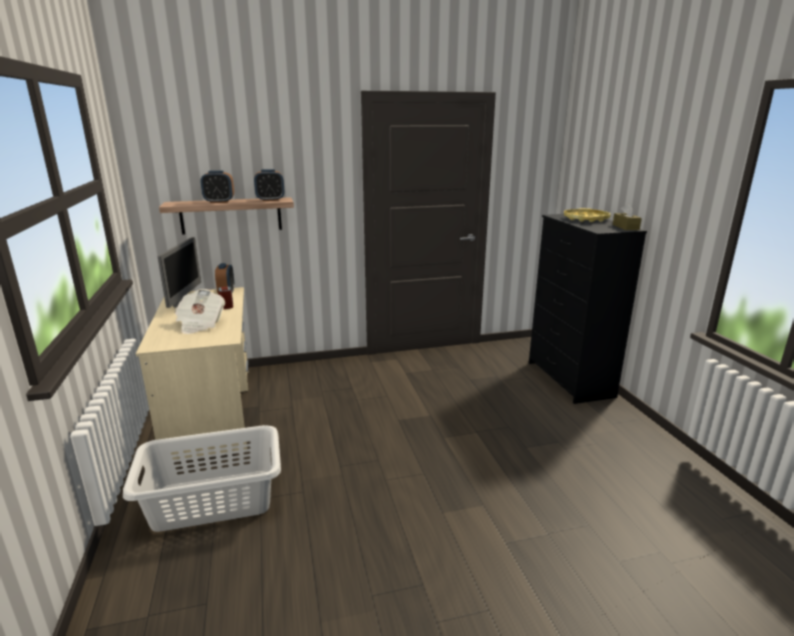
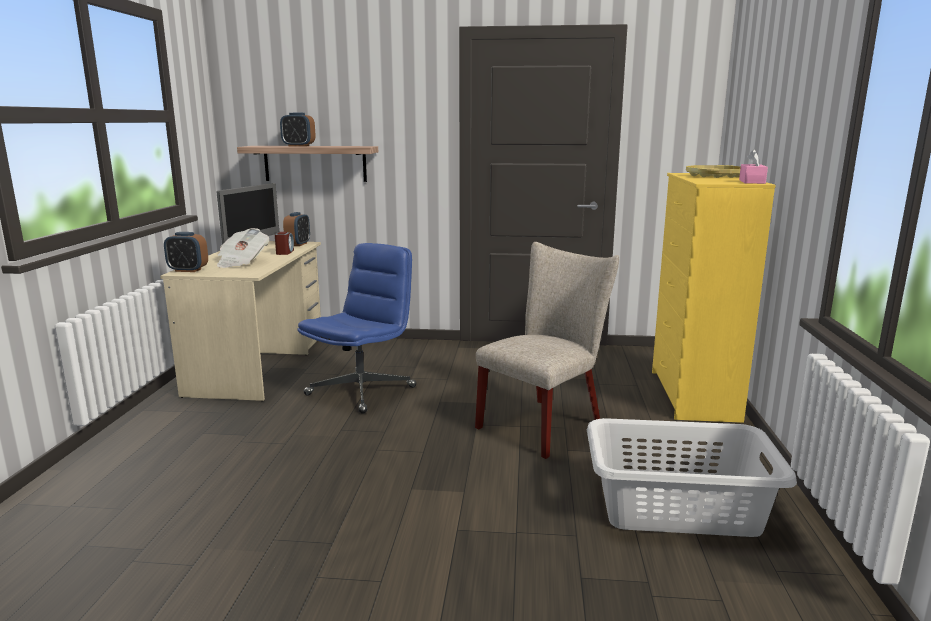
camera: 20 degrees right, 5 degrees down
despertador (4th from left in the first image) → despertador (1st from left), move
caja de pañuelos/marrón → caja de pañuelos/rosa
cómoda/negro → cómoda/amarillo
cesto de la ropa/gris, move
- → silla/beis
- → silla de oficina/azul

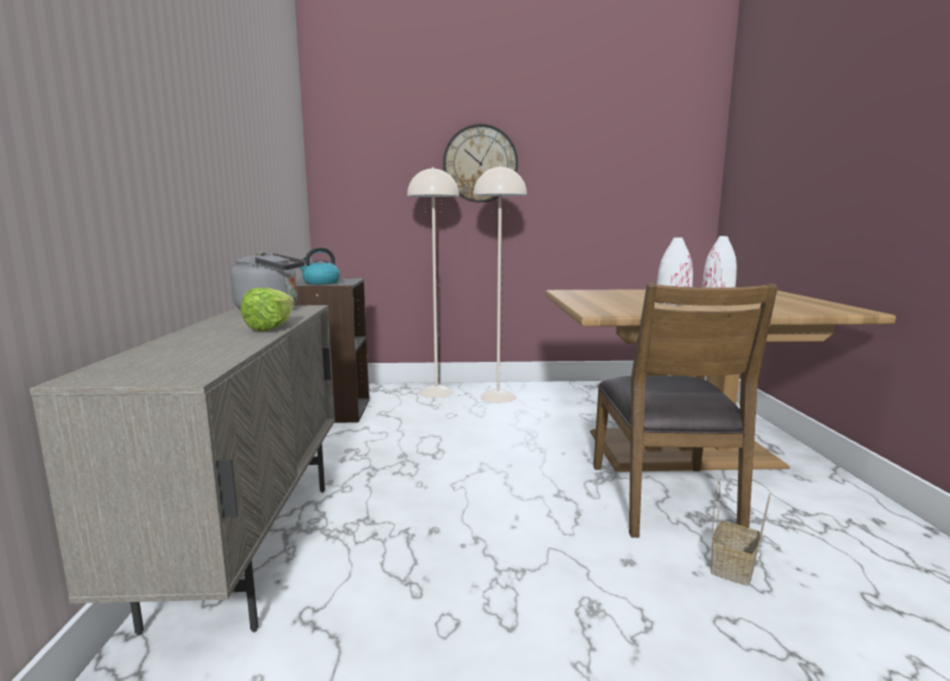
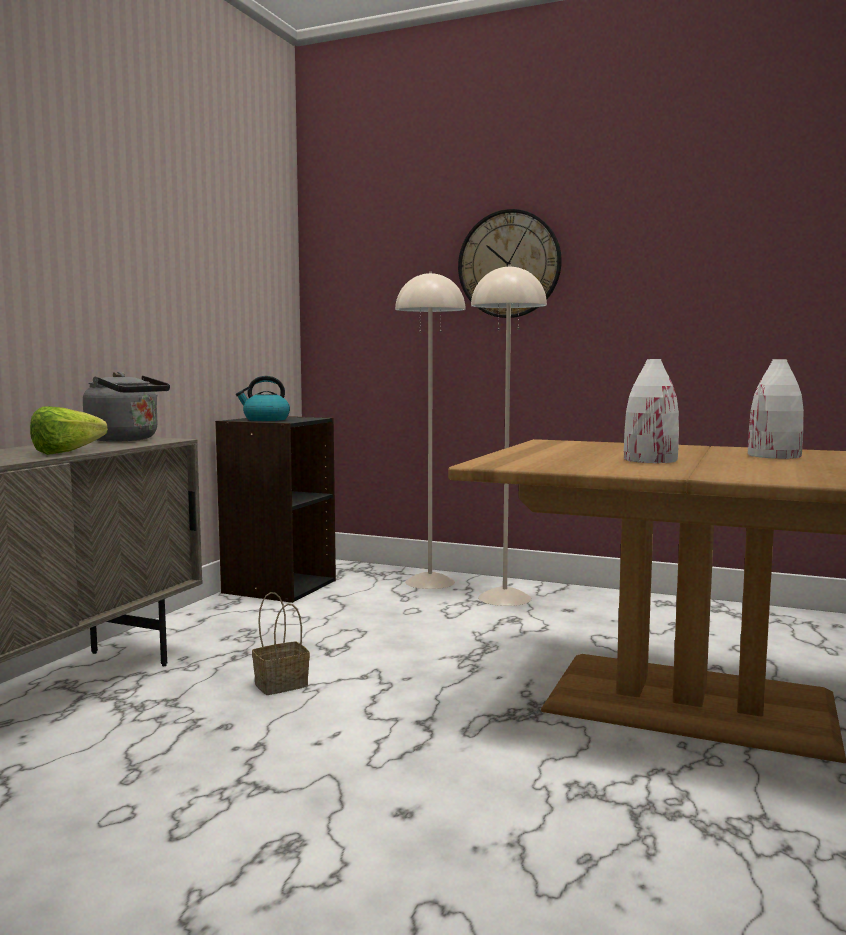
camera: 25 degrees right, 5 degrees down
silla/marrón → -
cesta, move

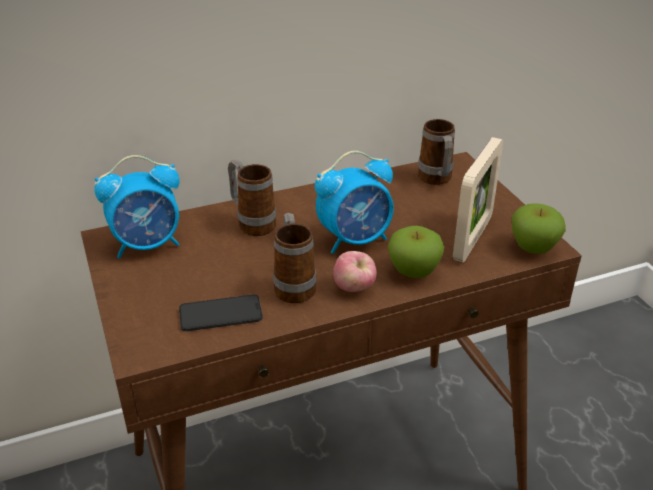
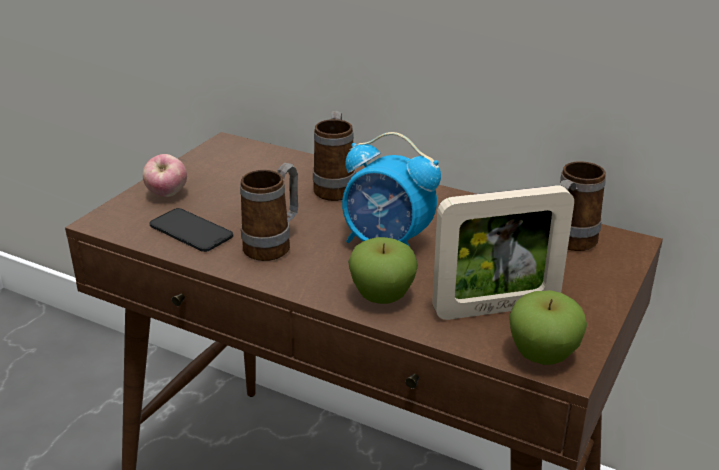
camera: 50 degrees right, 5 degrees down
despertador (1st from left) → -
manzana (1st from left), move

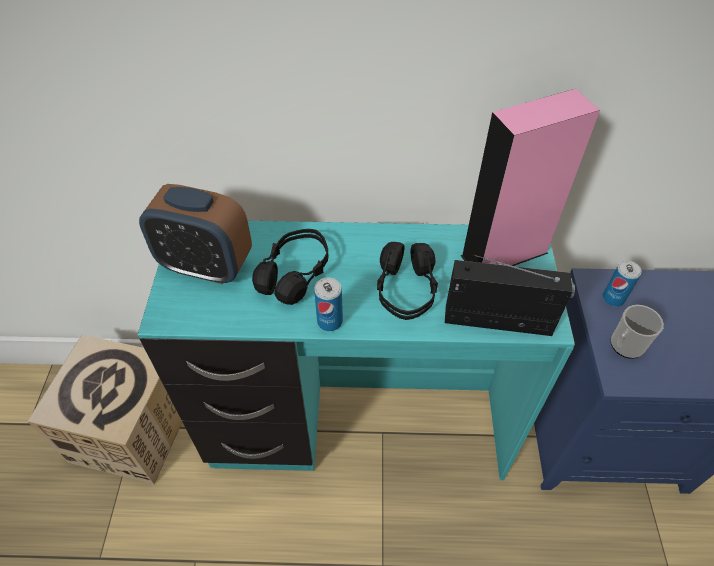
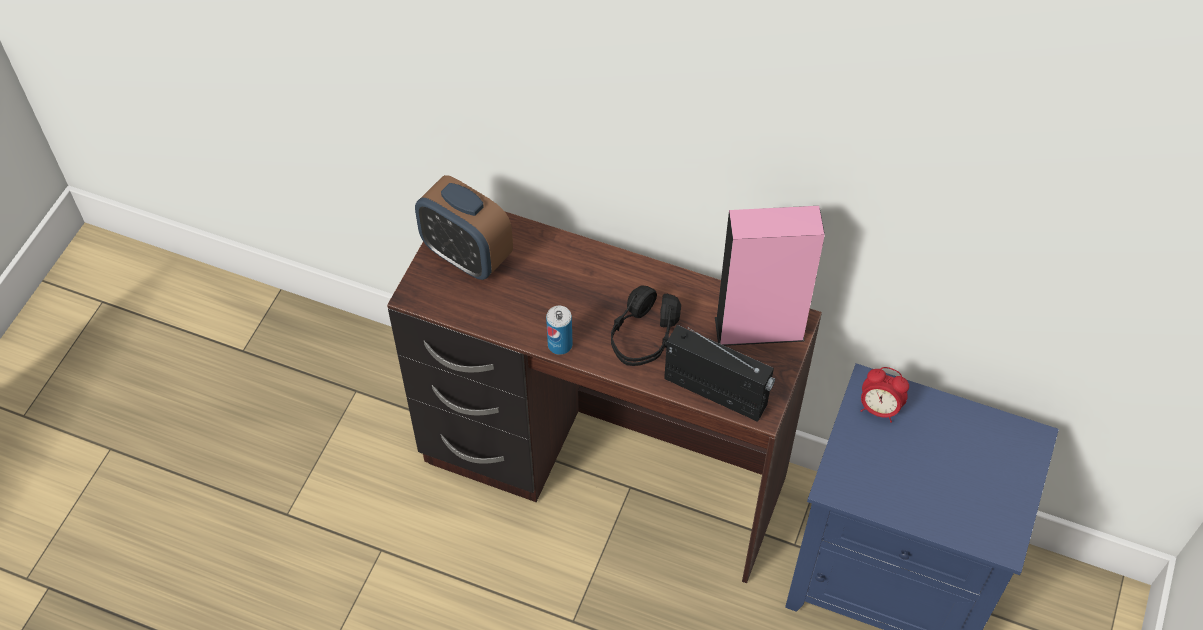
camera: 20 degrees right, 5 degrees up
escritorio/turquesa → escritorio/marrón
auriculares/negro (1st from left) → -
lata (2nd from left) → despertador (2nd from left)
taza grande → -
caja de cartón → -

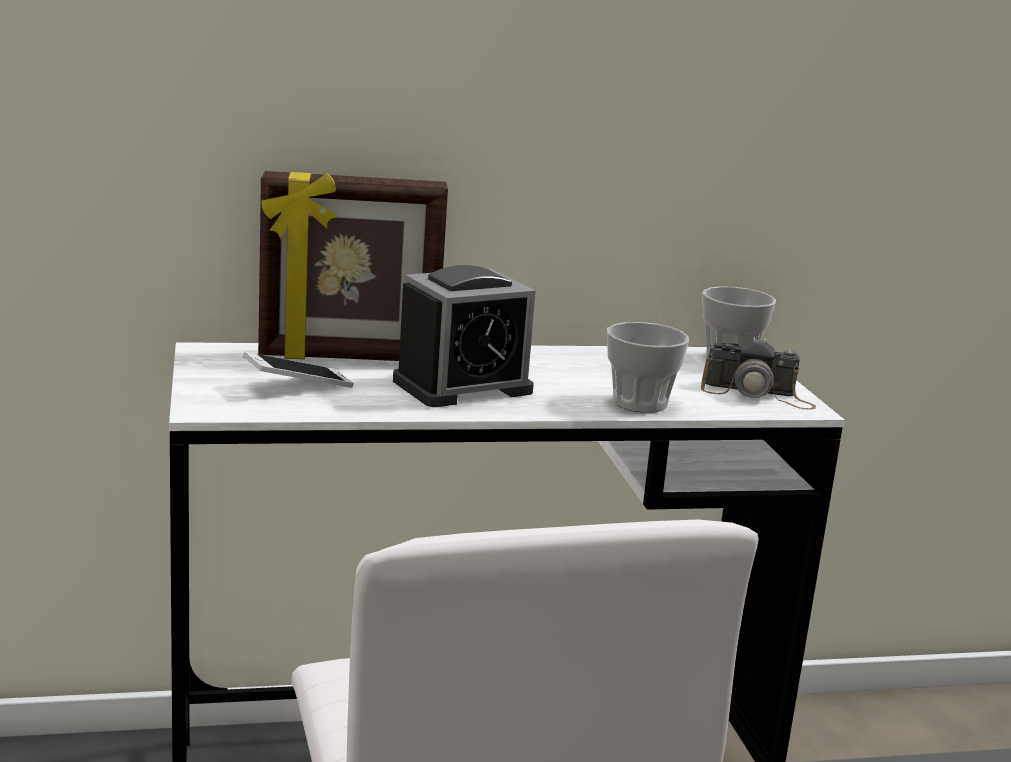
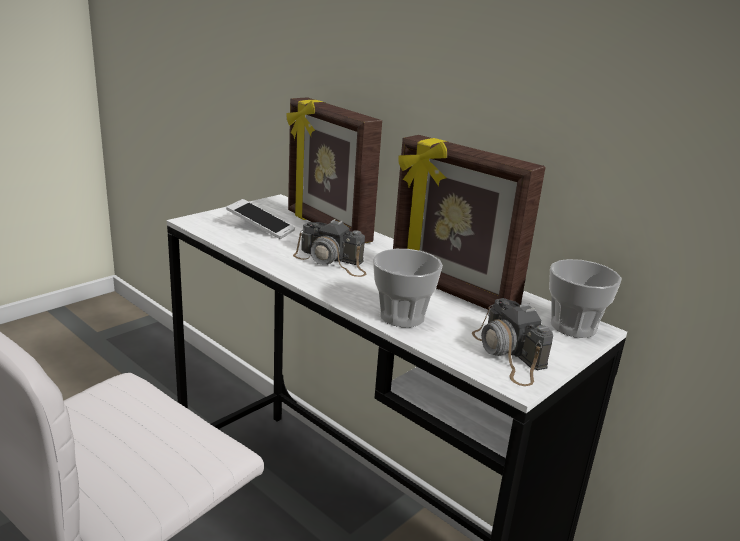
camera: 55 degrees right, 5 degrees up
despertador → cámara (1st from left)
- → portarretratos (2nd from left)

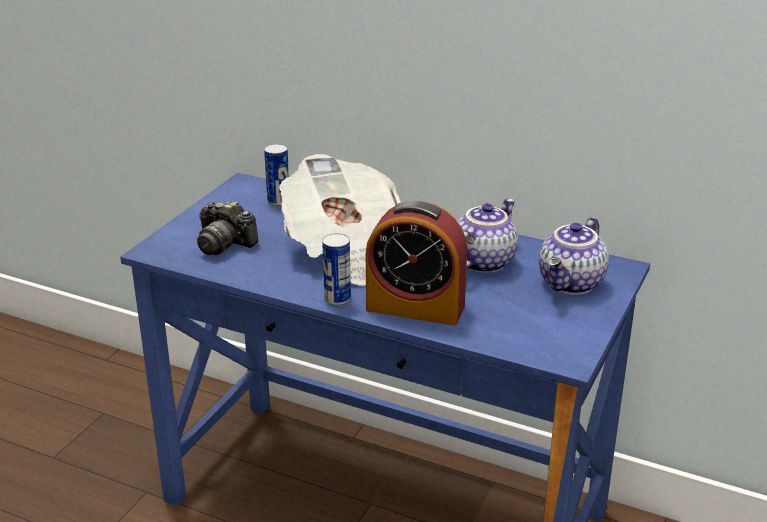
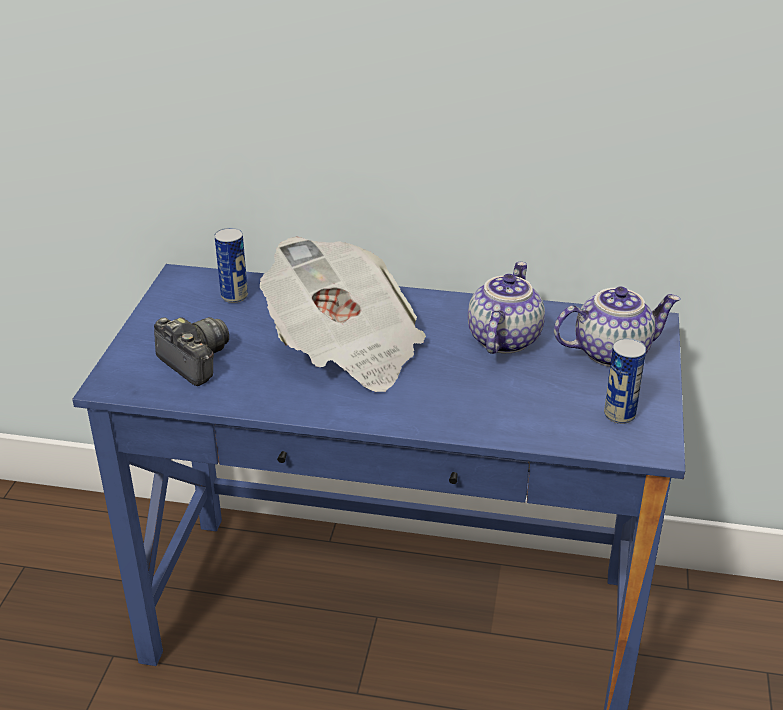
camera: 15 degrees left, 5 degrees up
cámara, 150 degrees counterclockwise
despertador → -
tetera (2nd from left), 120 degrees counterclockwise
lata (2nd from left), move

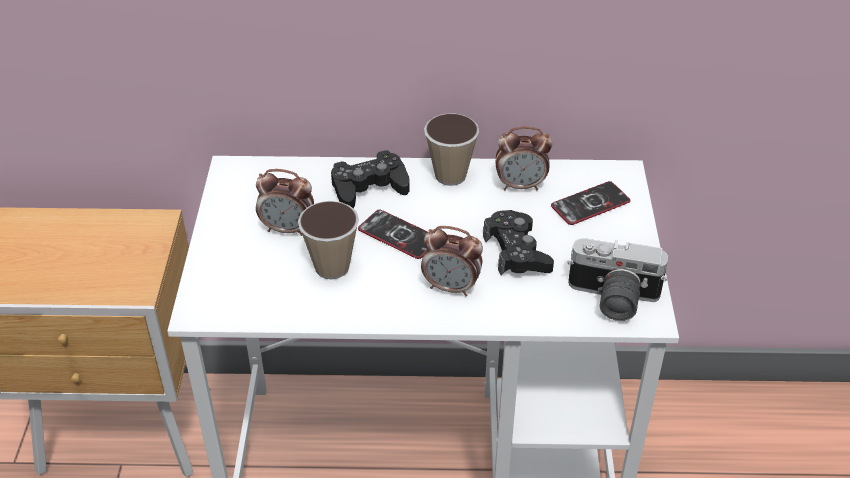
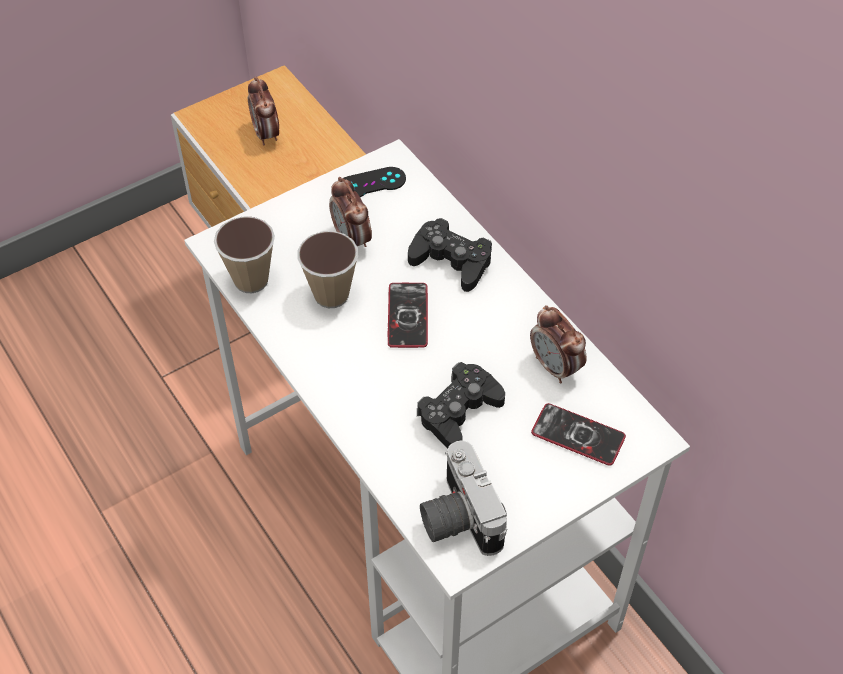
camera: 55 degrees right, 10 degrees up
taza (2nd from left in the first image) → taza (1st from left), move
despertador (2nd from left in the first image) → despertador (1st from left), move
- → mando de consola/negro (1st from left)

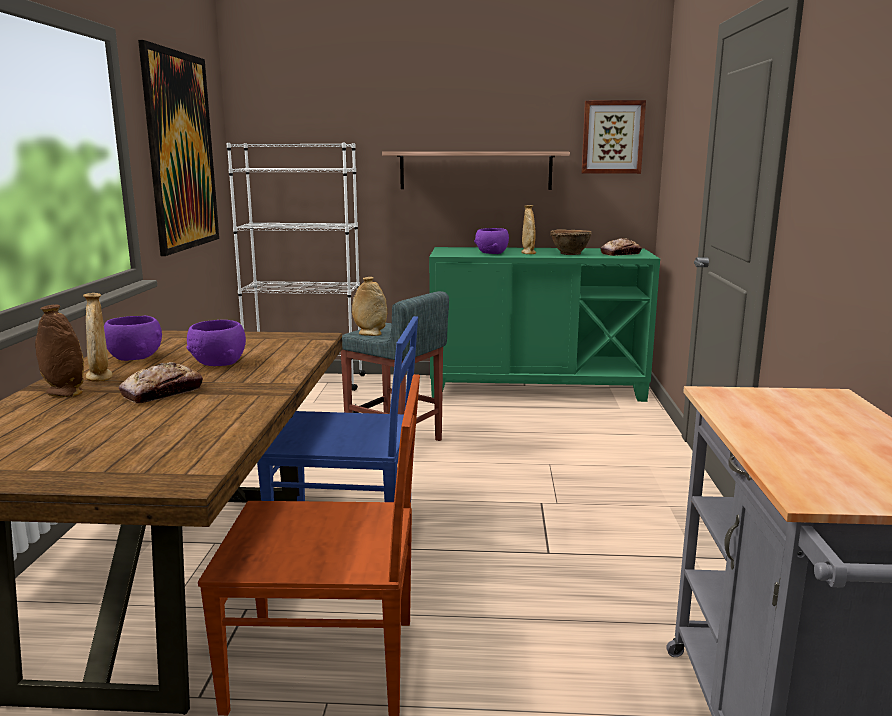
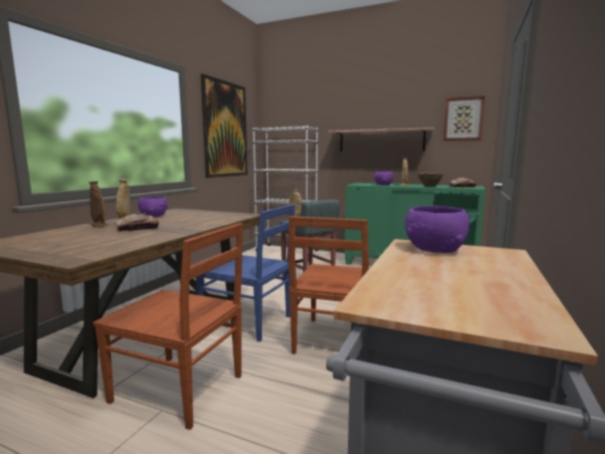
camera: 20 degrees right, 5 degrees down
cuenco/morado (2nd from left in the first image) → cuenco/morado (3rd from left), move
- → silla/marrón (2nd from left)

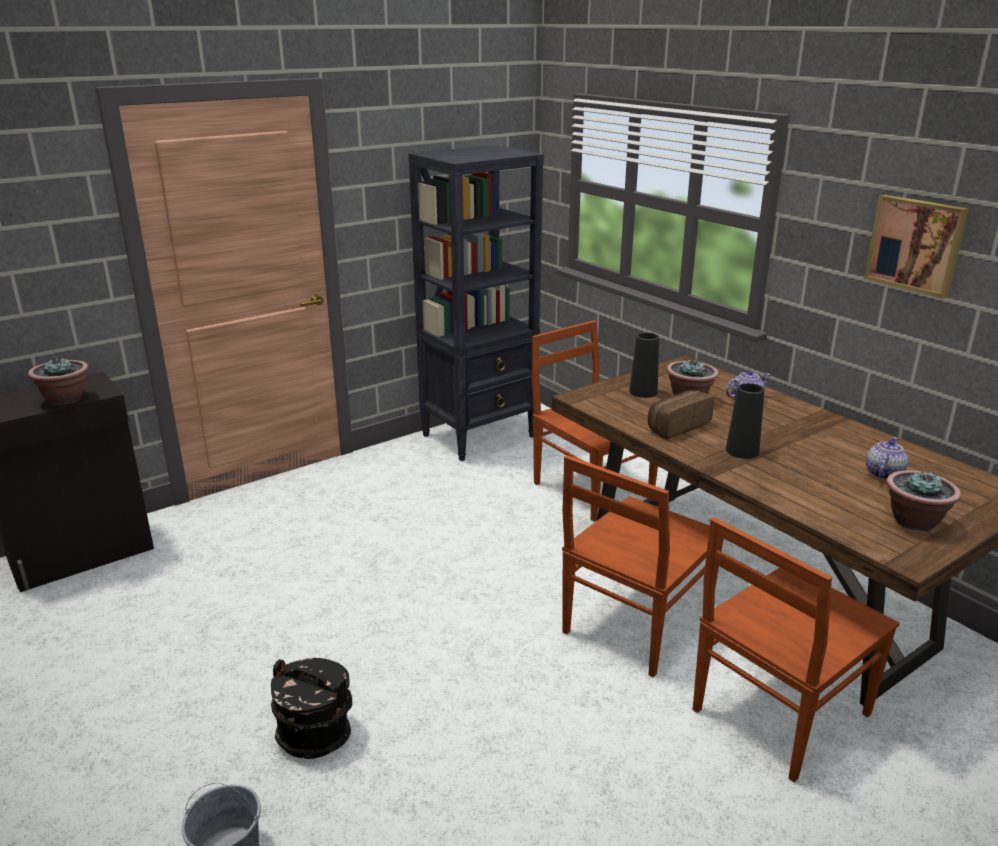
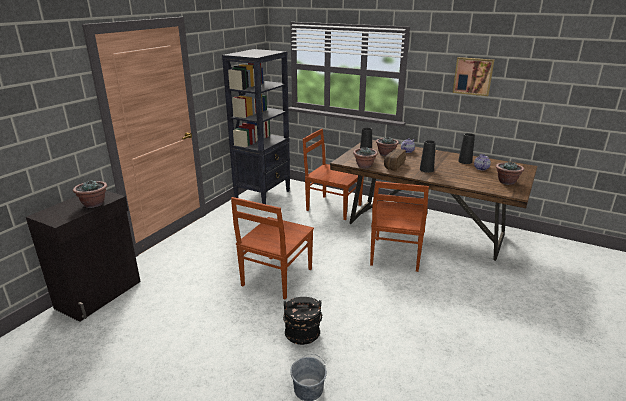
camera: 25 degrees left, 0 degrees up
silla/marrón (3rd from left in the first image) → silla/marrón (1st from left), move
- → florero/negro (3rd from left)
- → planta en maceta (2nd from left)

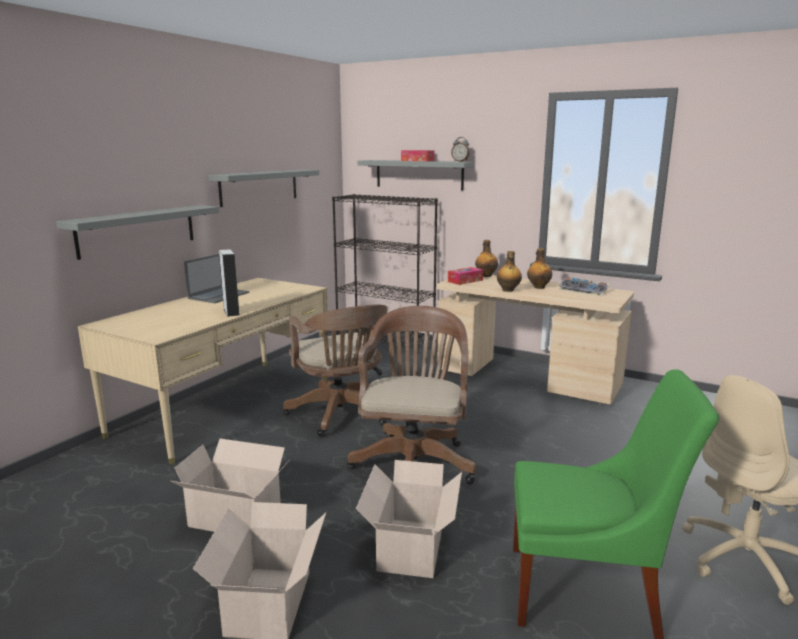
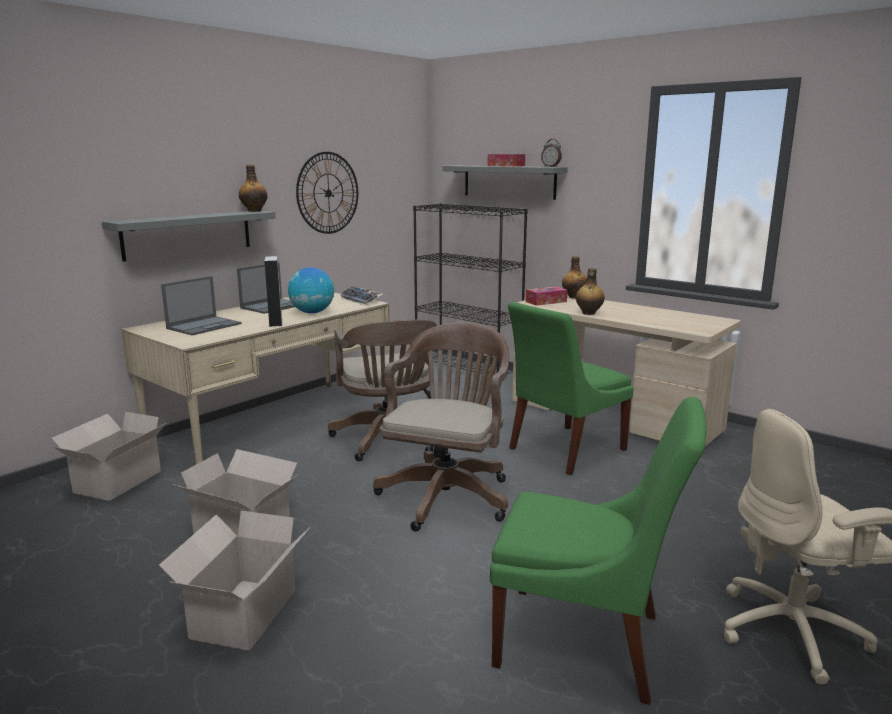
camera: 10 degrees right, 0 degrees up
estante/gris (2nd from left) → reloj de pared
botella (3rd from left in the first image) → botella (1st from left), move
teclado, move
caja de cartón (3rd from left in the first image) → caja de cartón (1st from left), move
- → globo terráqueo
- → portátil (1st from left)
- → silla/verde (1st from left)

